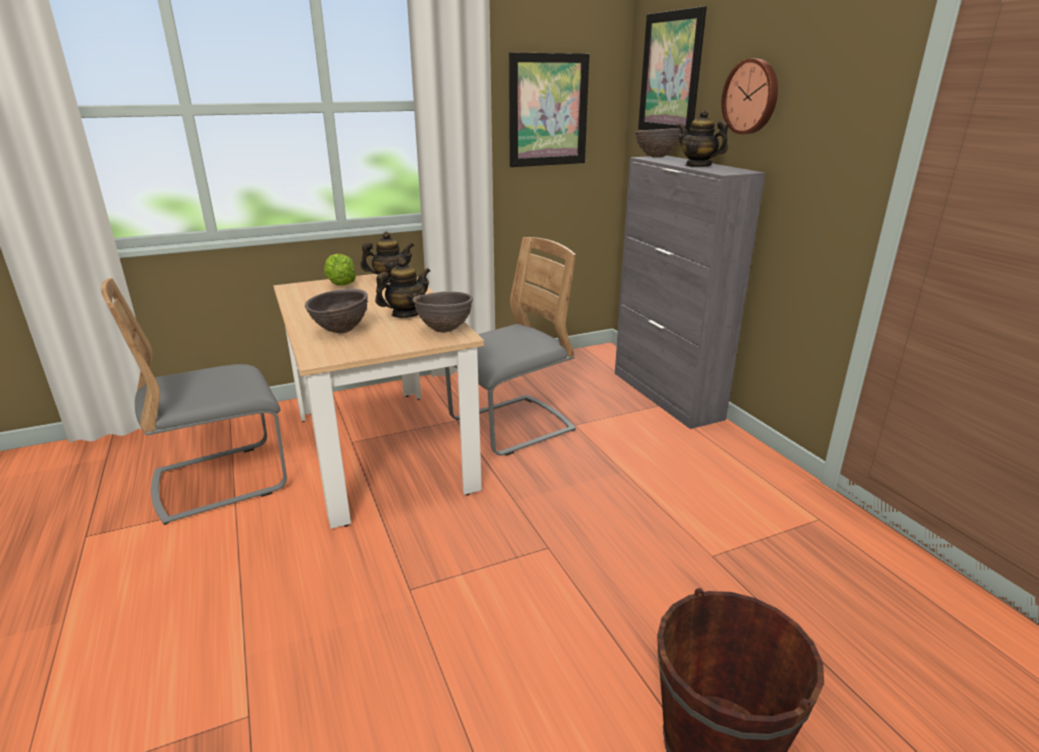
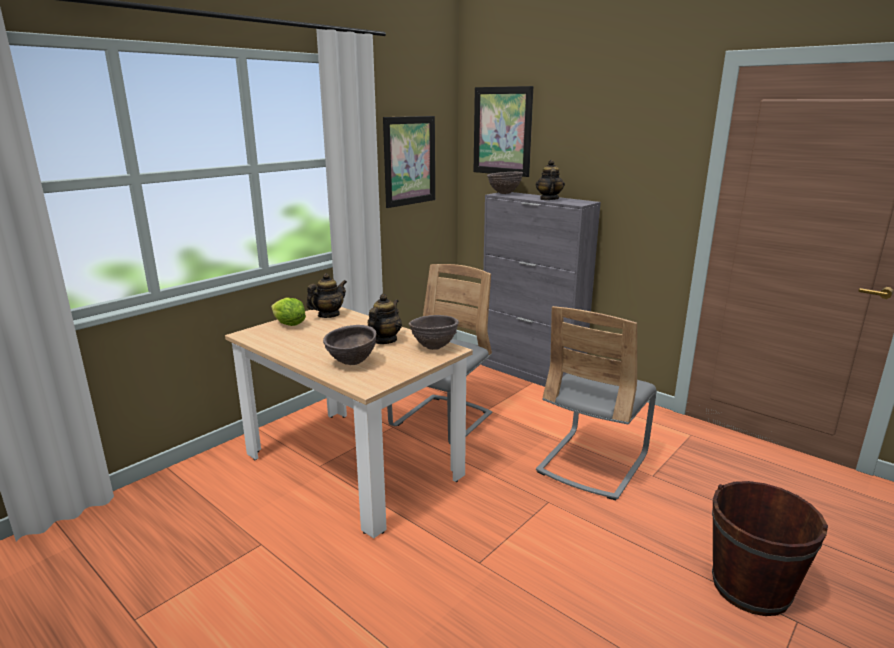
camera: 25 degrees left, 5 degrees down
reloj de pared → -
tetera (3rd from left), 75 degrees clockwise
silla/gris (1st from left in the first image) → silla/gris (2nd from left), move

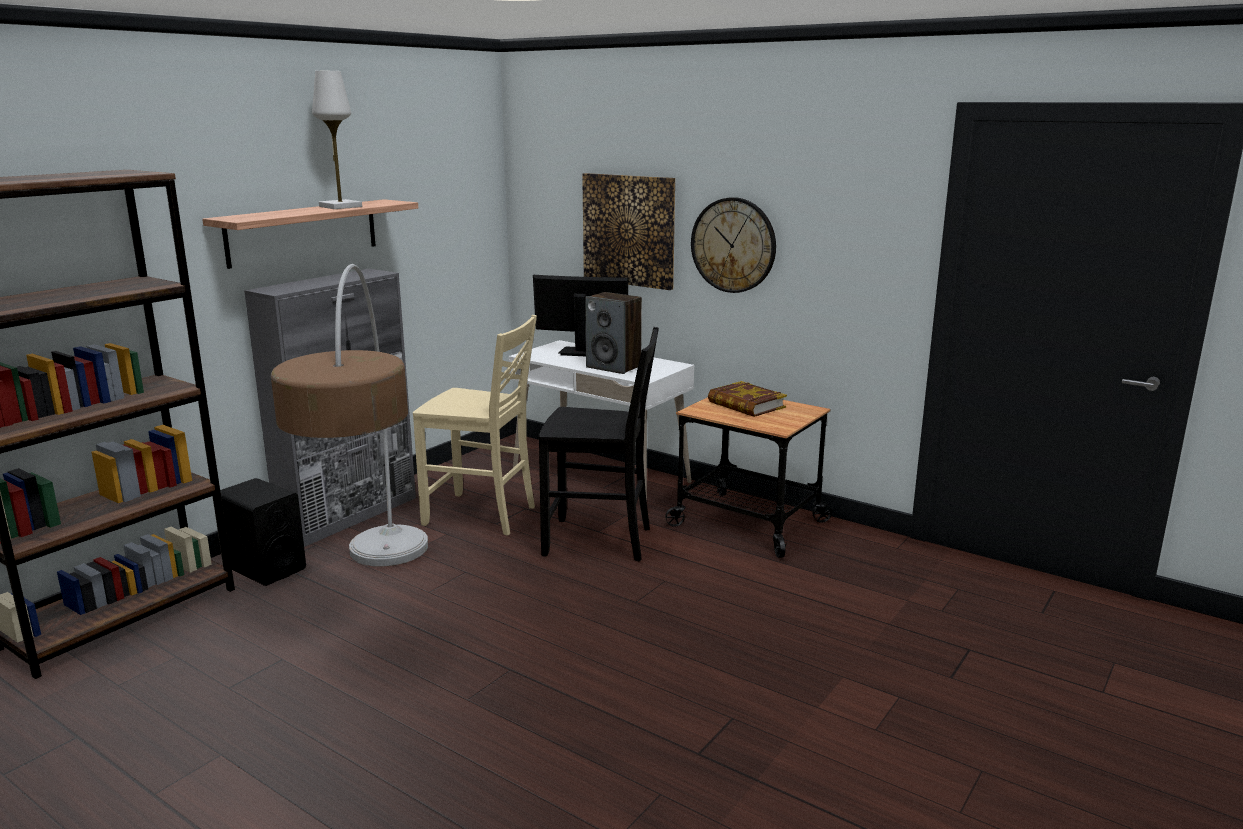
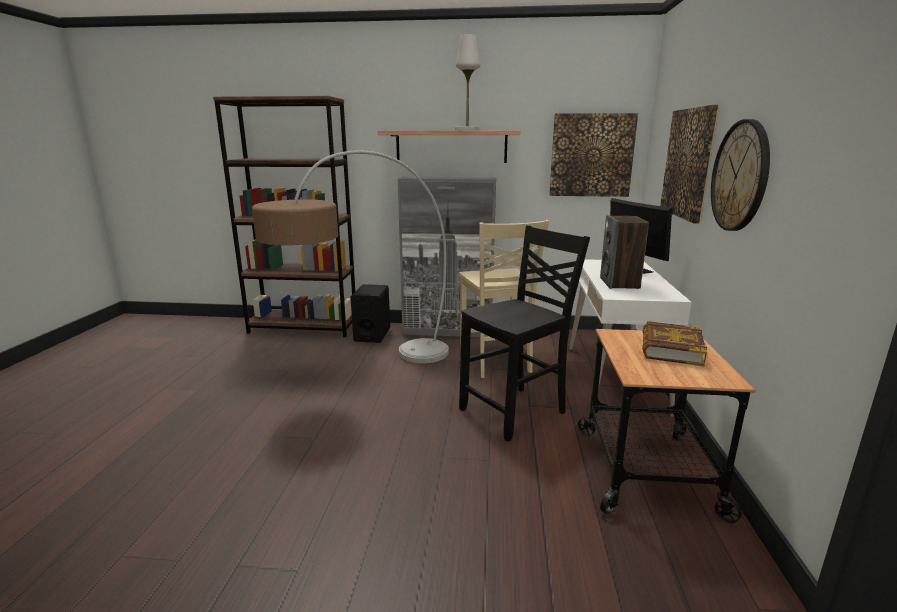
camera: 60 degrees right, 0 degrees up
silla/negro, 105 degrees counterclockwise
- → cuadro (1st from left)

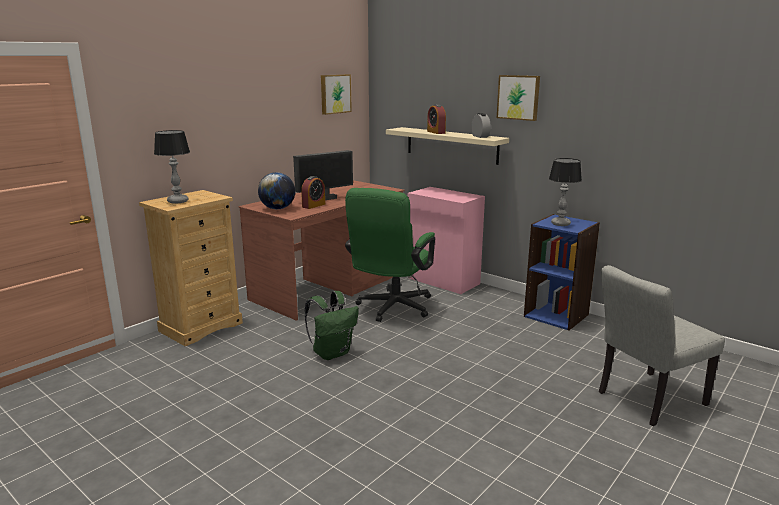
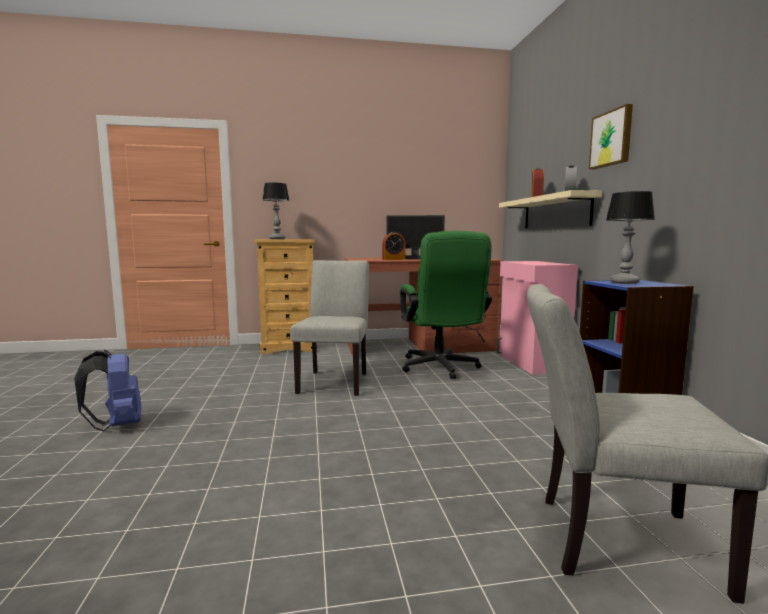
camera: 40 degrees right, 10 degrees down
cuadro (1st from left) → -
globo terráqueo → -
silla de oficina/verde, 75 degrees counterclockwise
mochila/verde → silla/gris (1st from left)
- → mochila/azul

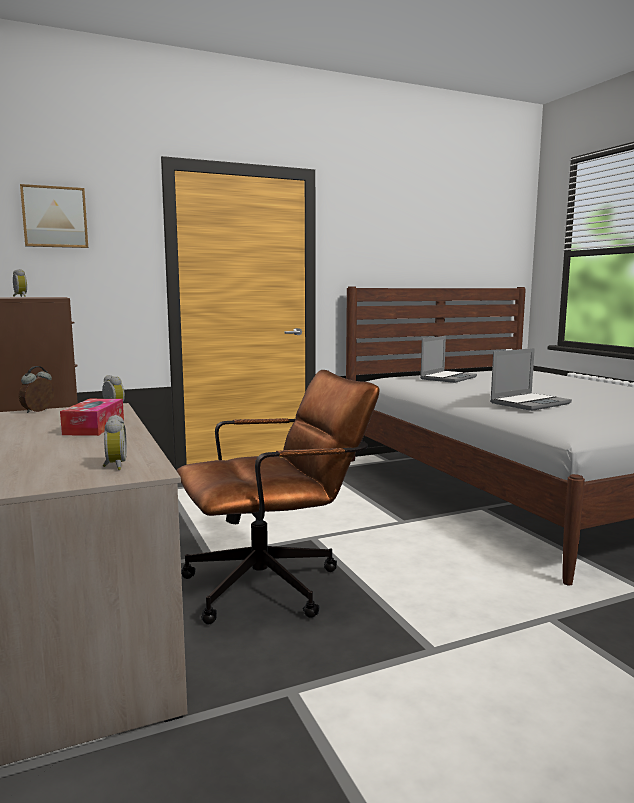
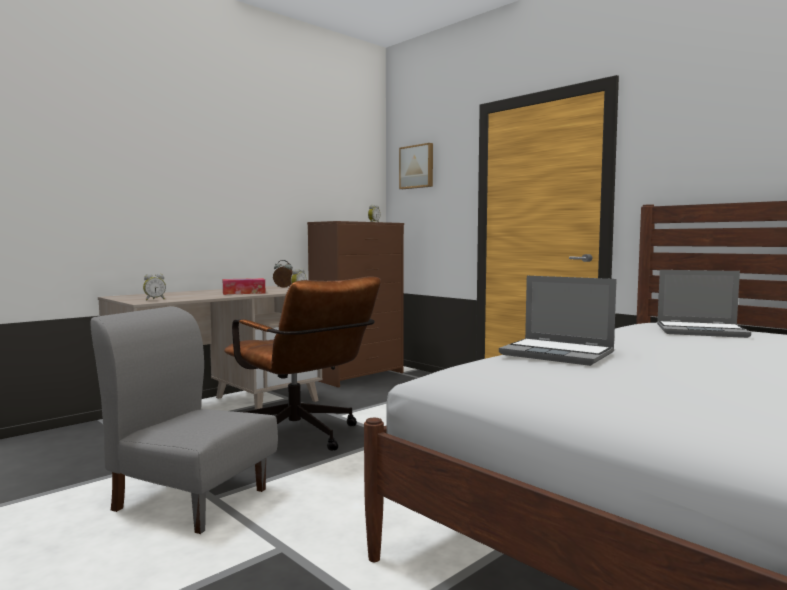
camera: 70 degrees right, 5 degrees down
- → silla/gris

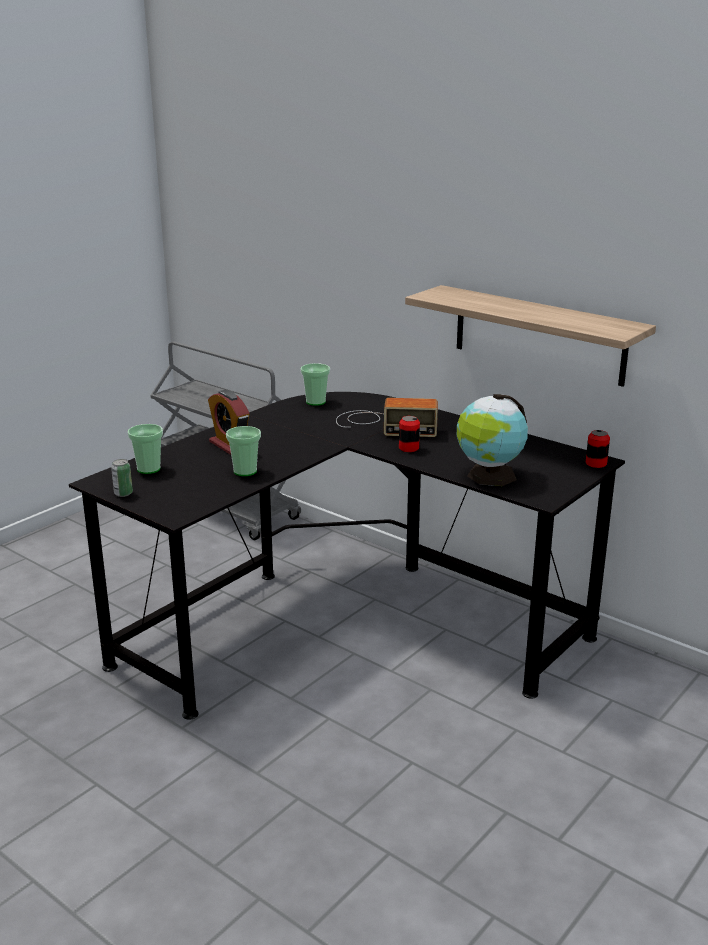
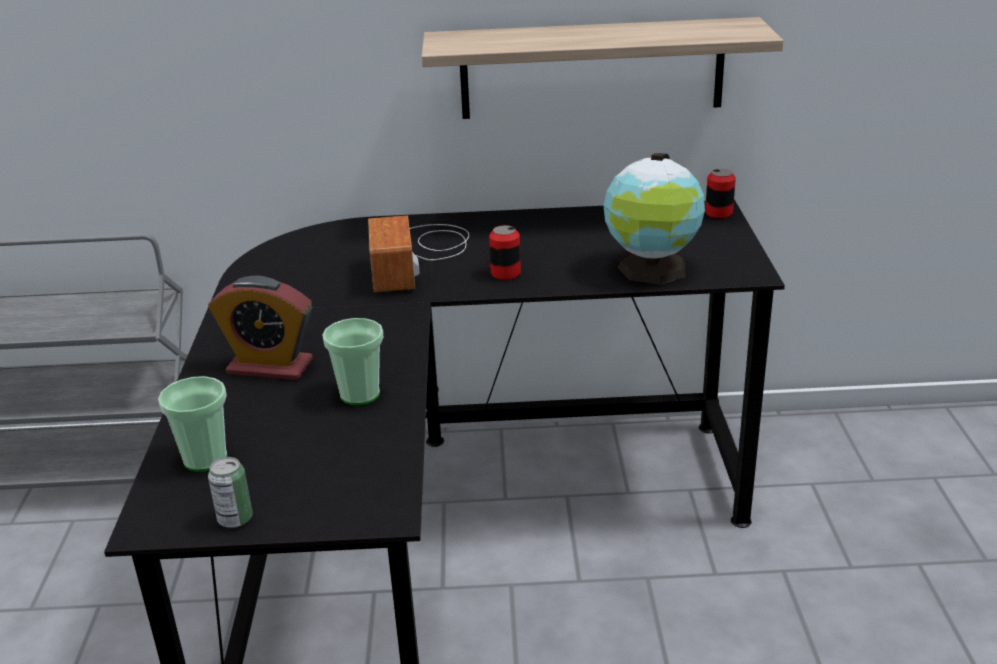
camera: 40 degrees left, 5 degrees up
taza (3rd from left) → -
radio, 120 degrees clockwise

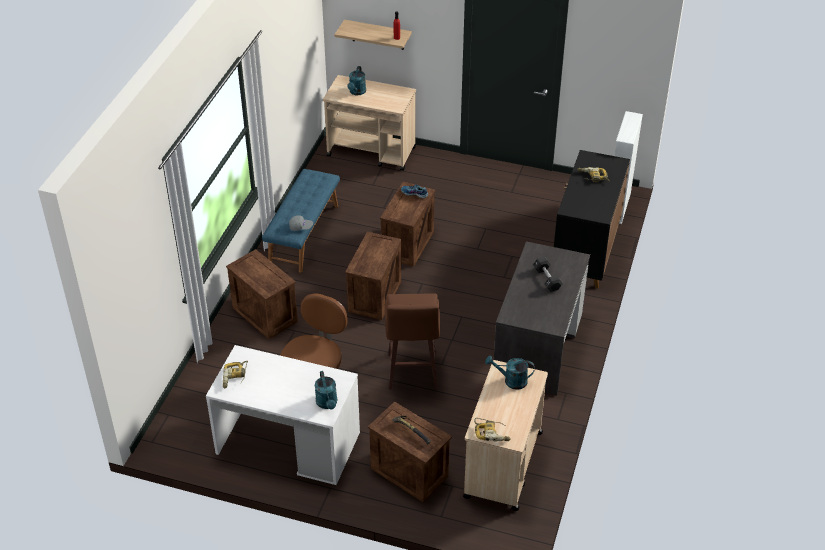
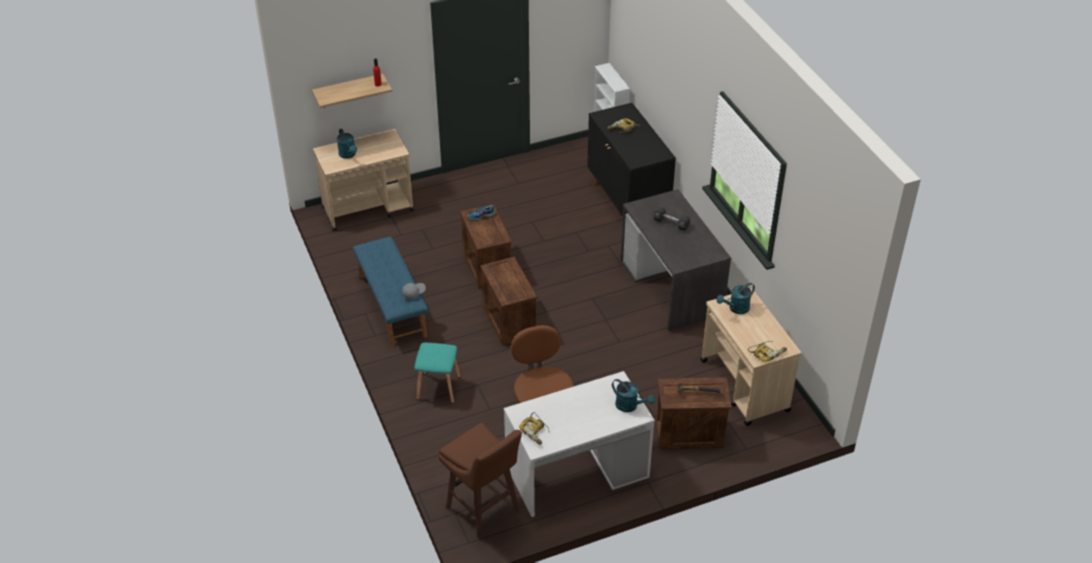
camera: 40 degrees left, 0 degrees up
caja de embalaje (1st from left) → taburete/turquesa
taburete/marrón, move

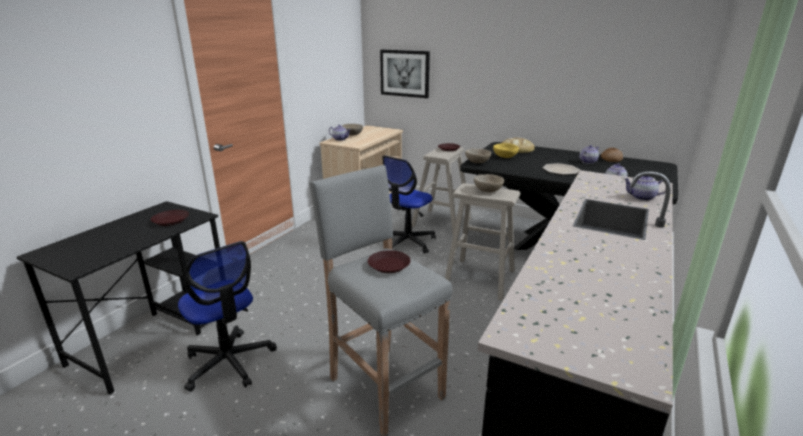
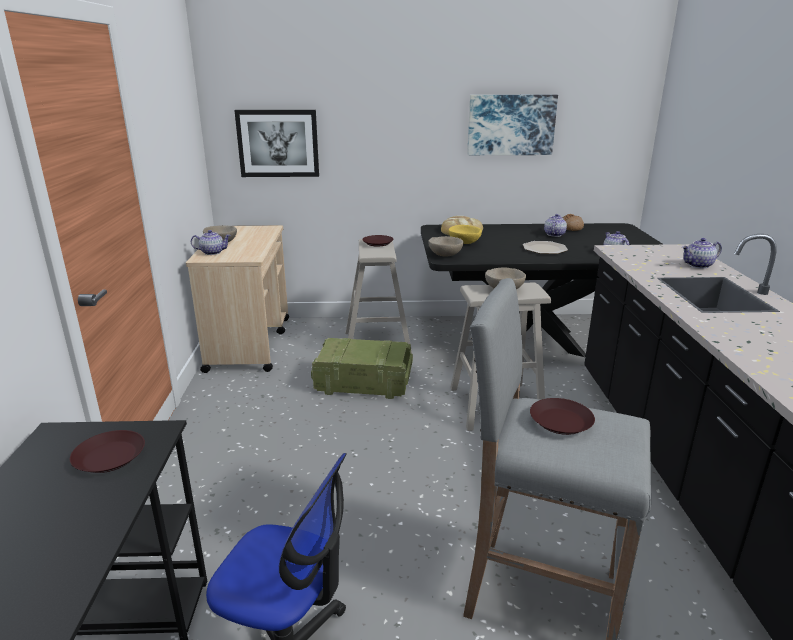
camera: 30 degrees left, 0 degrees up
silla de oficina (2nd from left) → caja de embalaje
- → cuadro (2nd from left)

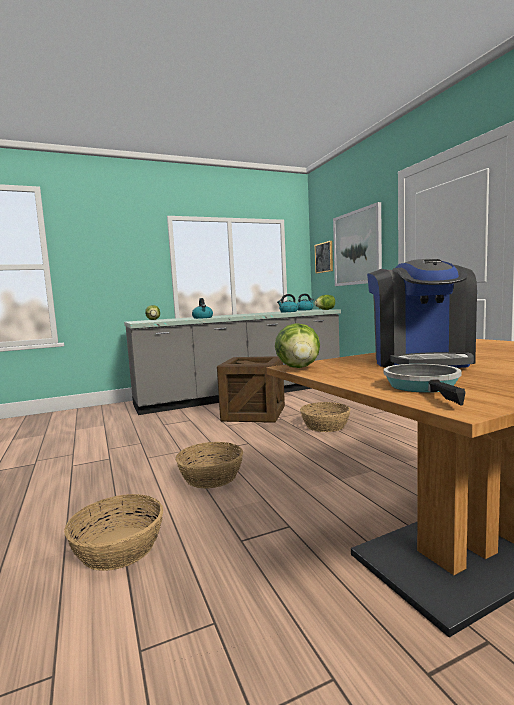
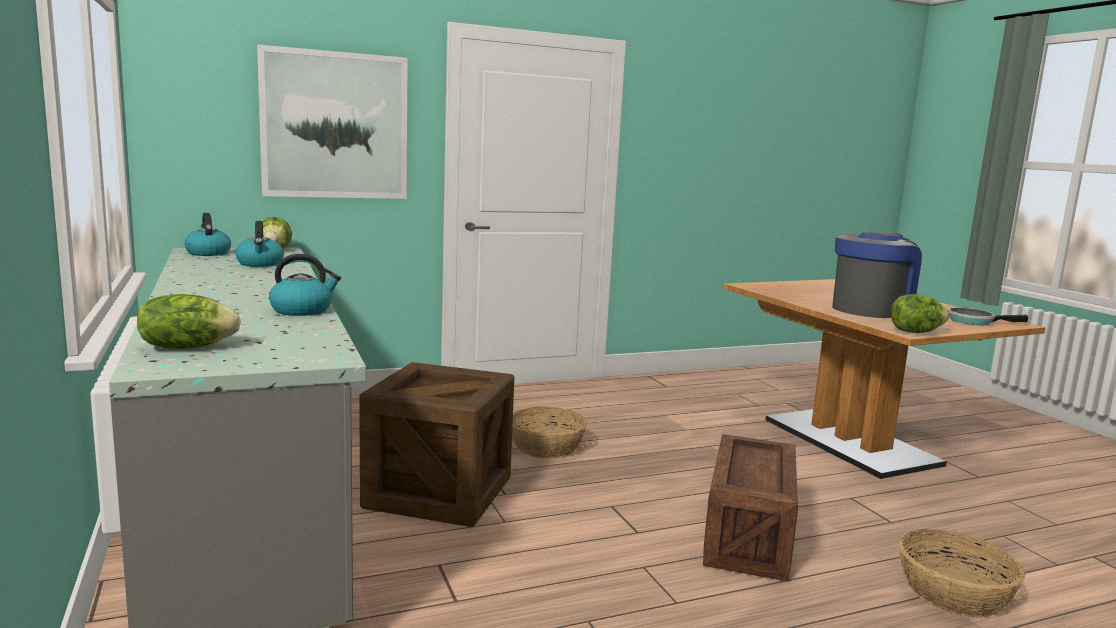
camera: 90 degrees left, 5 degrees up
cuadro (1st from left) → -
cafetera, 45 degrees counterclockwise
cesta (2nd from left) → caja de embalaje (2nd from left)

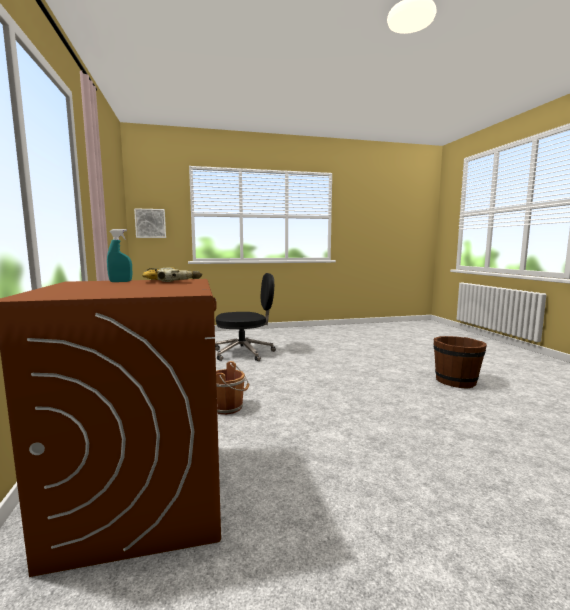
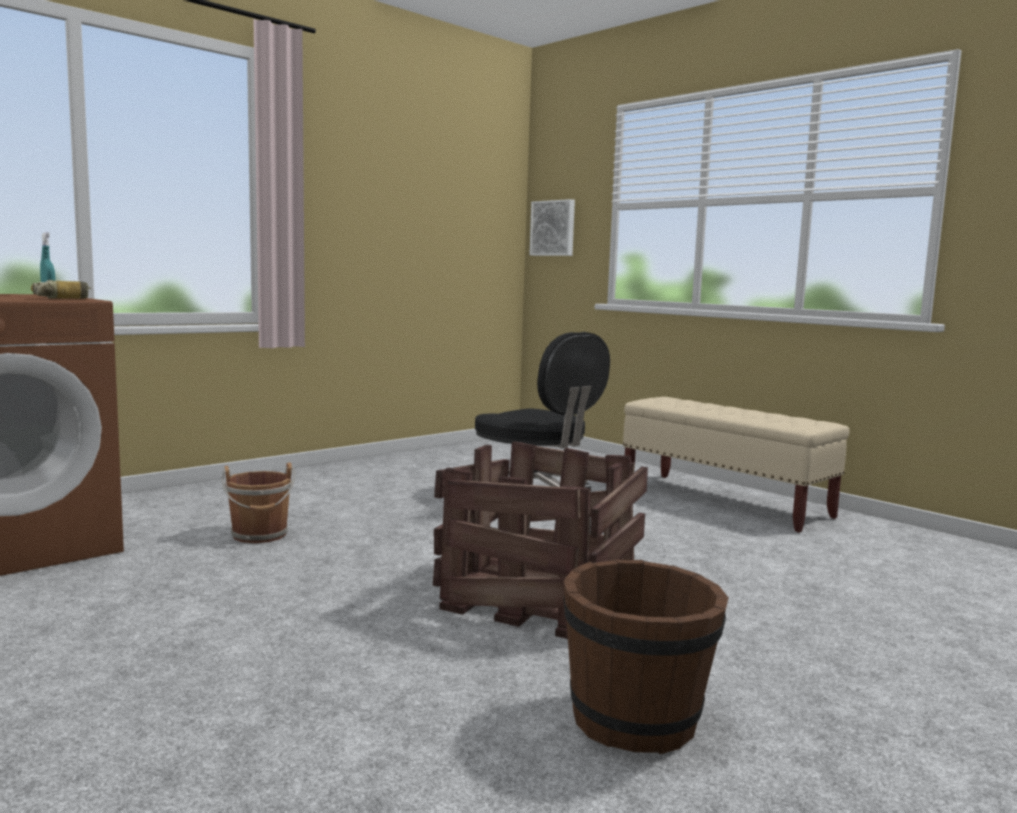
camera: 60 degrees right, 0 degrees up
- → banco/beis
- → caja de embalaje

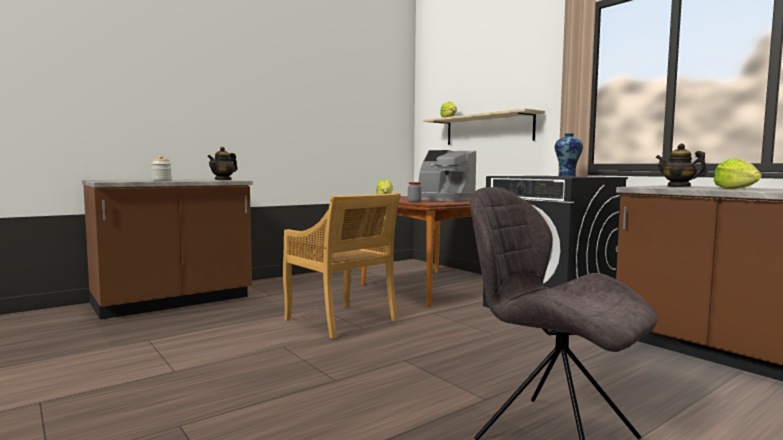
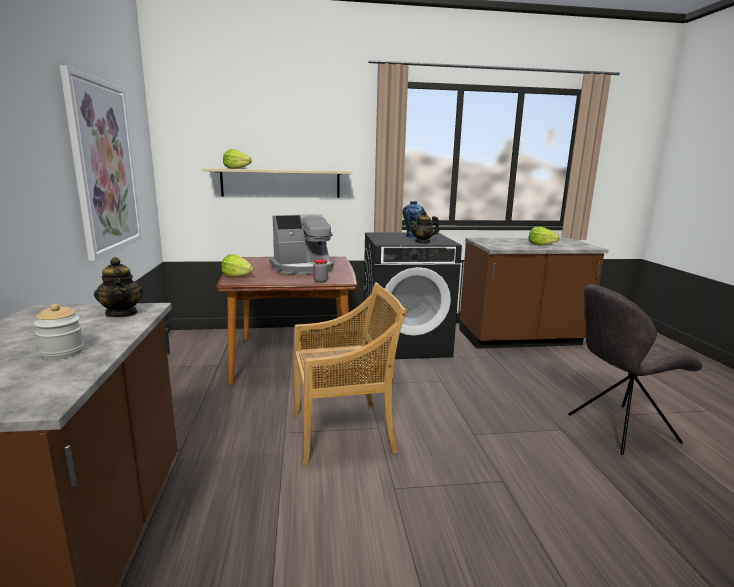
camera: 60 degrees left, 10 degrees up
tetera (2nd from left), move
- → cuadro

